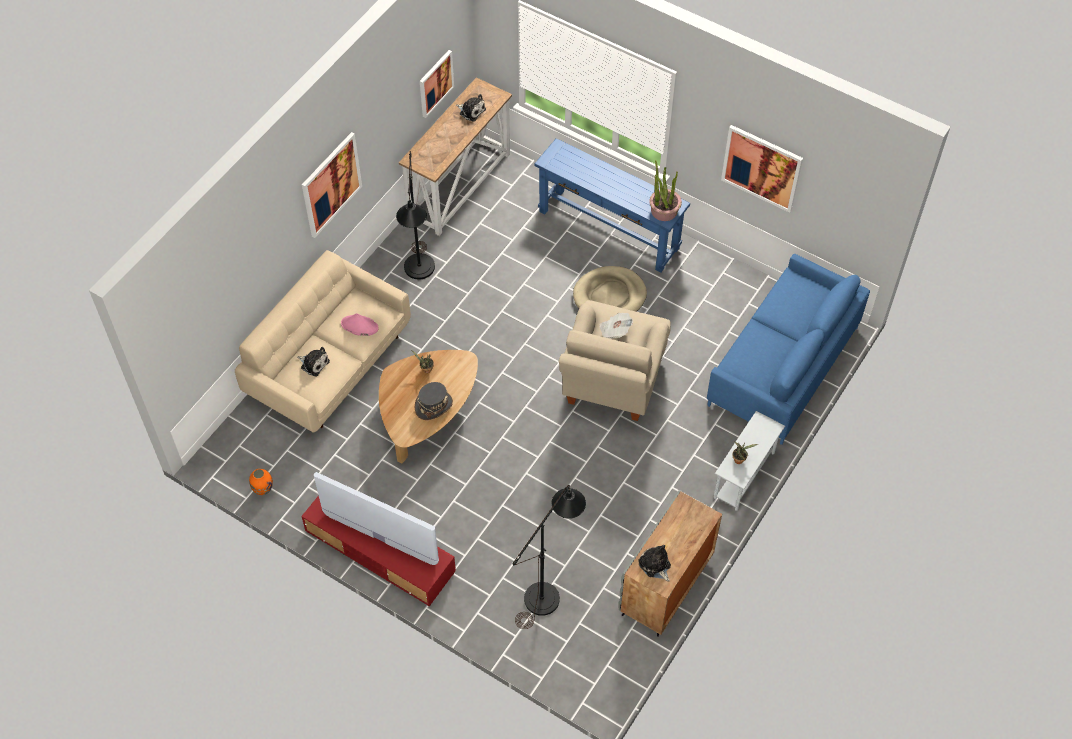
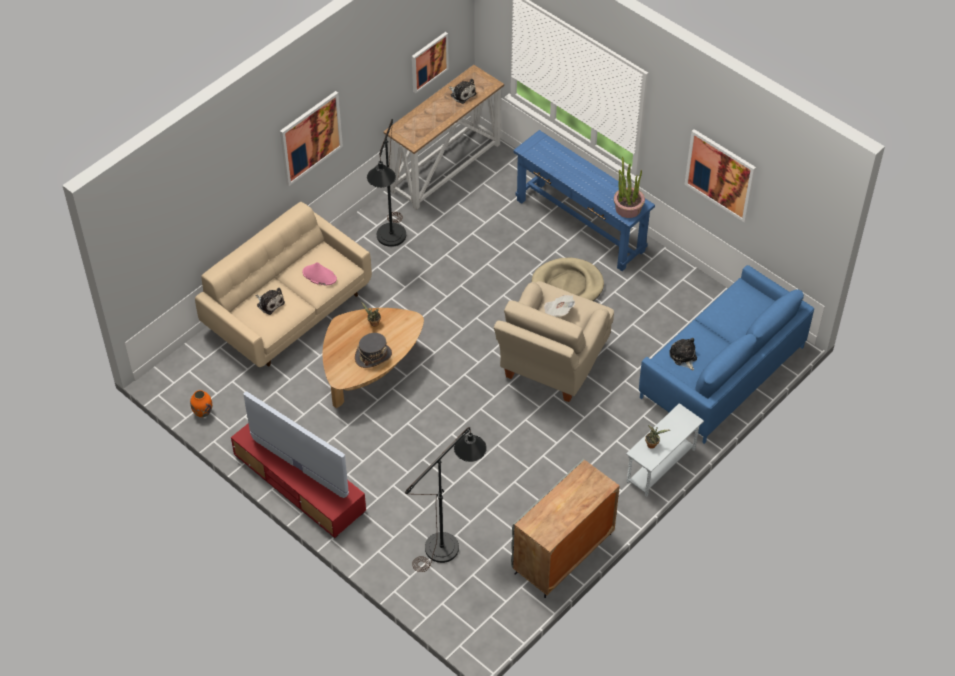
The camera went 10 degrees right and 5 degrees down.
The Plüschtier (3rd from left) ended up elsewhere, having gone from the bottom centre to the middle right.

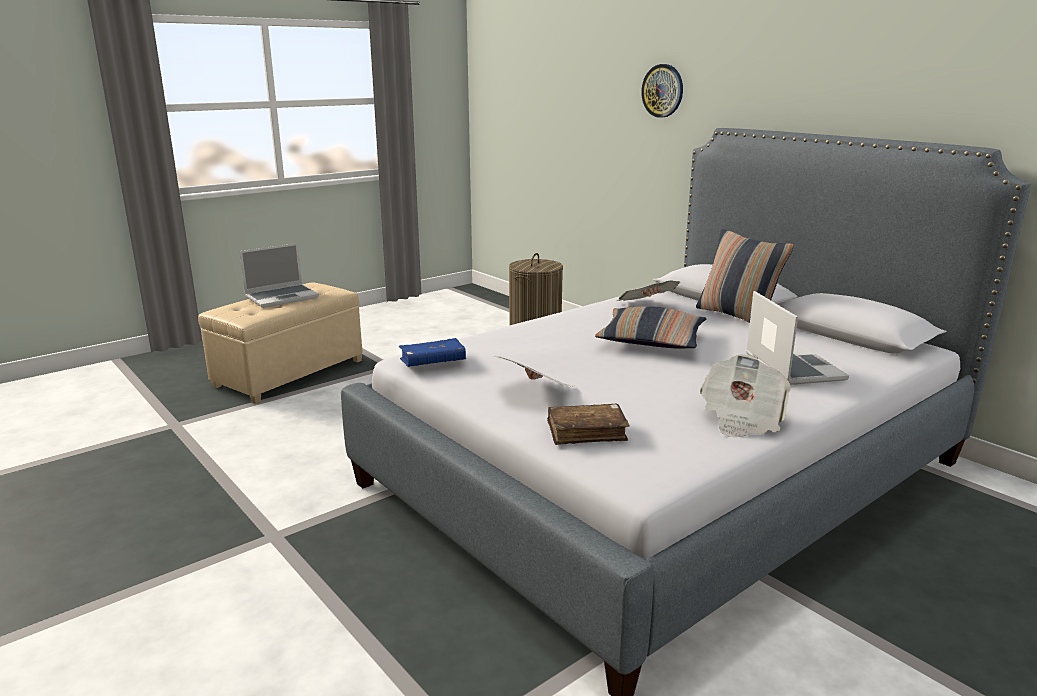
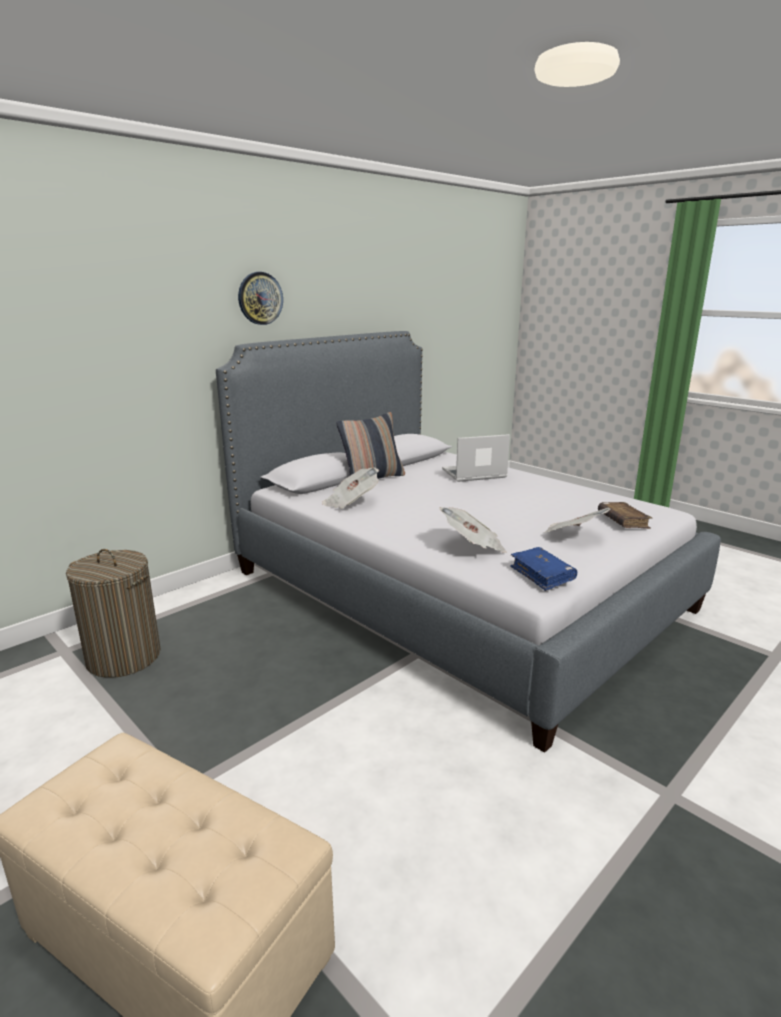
The camera went 95 degrees left and 0 degrees up.
The Wanduhr ended up elsewhere, having gone from the top centre to the top left.
The second view lost the Laptop (1st from left) at the middle left.
The second view lost the Kissen (1st from left) at the centre.
The Zeitung (3rd from left in the first image) ended up elsewhere, having gone from the middle right to the centre.

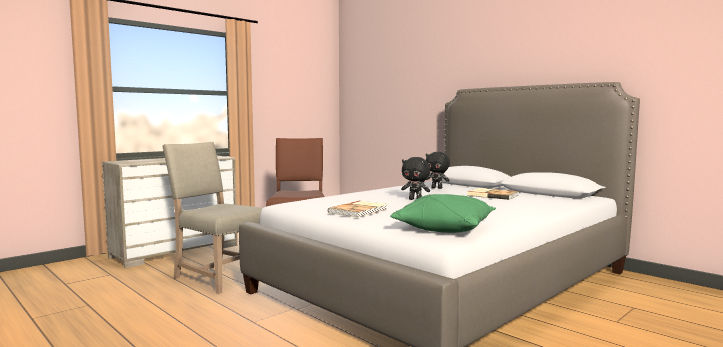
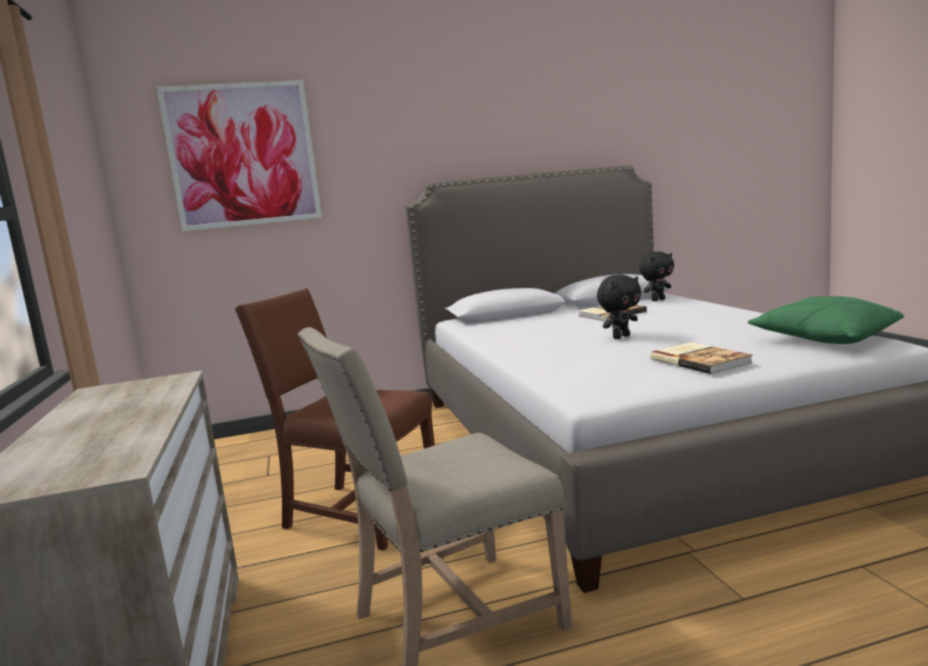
The camera went 60 degrees left and 5 degrees up.
The Plüschtier [schwarz] (2nd from left) ended up elsewhere, having gone from the centre to the middle right.
The second view gained the Bild at the top left.

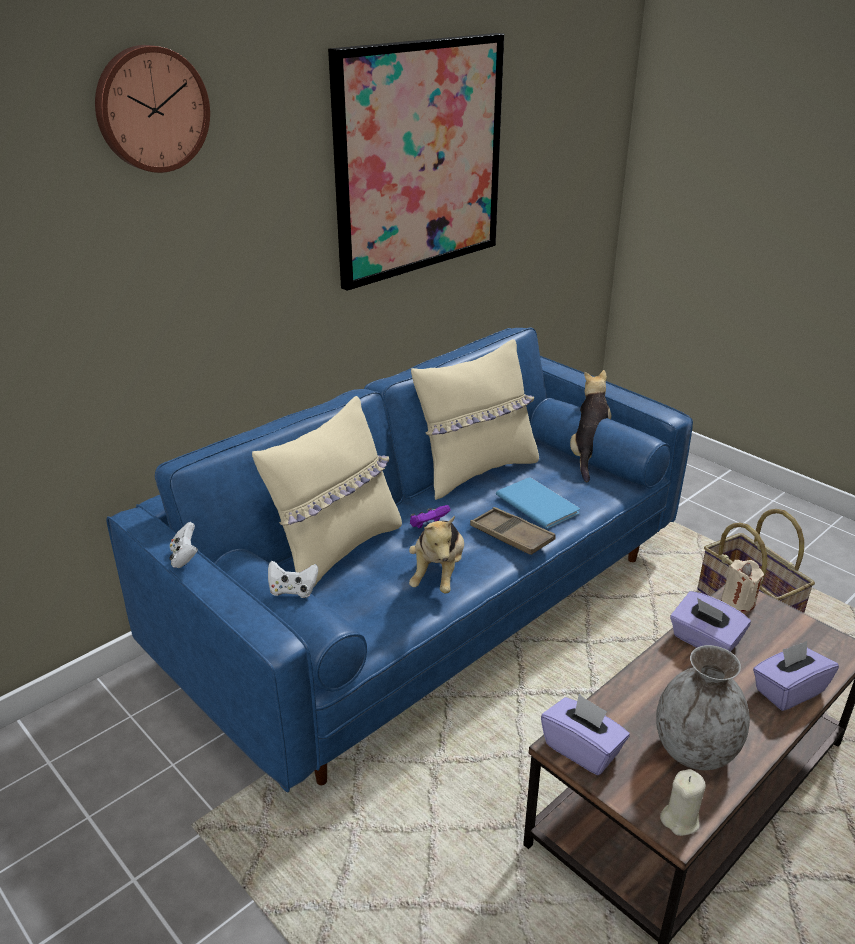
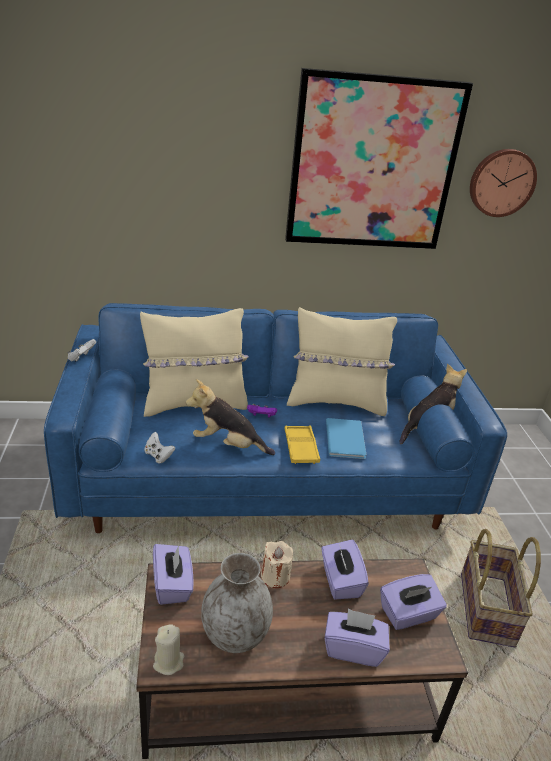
The camera went 35 degrees right and 0 degrees up.
The Wanduhr ended up elsewhere, having gone from the top left to the top right.
What was the Tablett [braun] at the centre turned into the Tablett [gelb] at the centre.
The Plüschtier (1st from left) at the centre ended up facing another way, 60 degrees clockwise from before.
The Kerze [beige] (2nd from left) ended up elsewhere, having gone from the middle right to the bottom centre.
The Gamepad [weiß] (2nd from left) ended up elsewhere, having gone from the centre to the middle left.
The second view gained the Taschentuchbox [lila] (4th from left) at the bottom right.

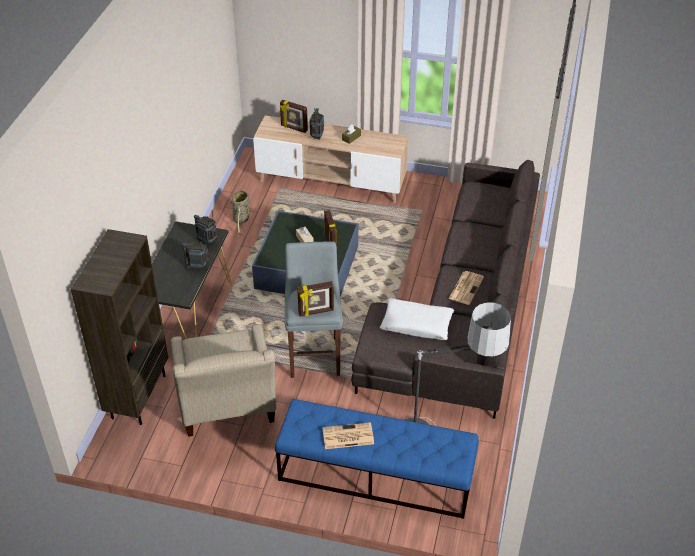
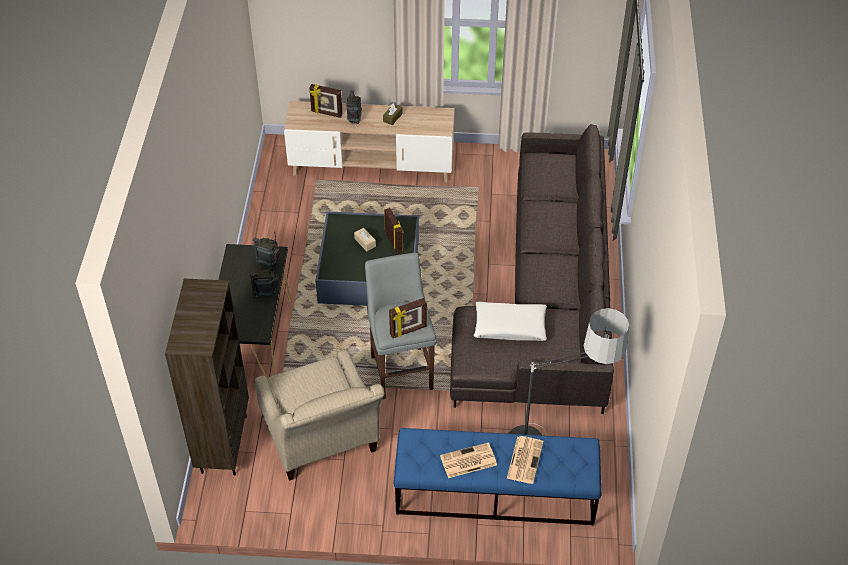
The camera went 10 degrees left and 5 degrees up.
The second view lost the Korb at the centre.
The Zeitung (2nd from left) ended up elsewhere, having gone from the middle right to the bottom centre.

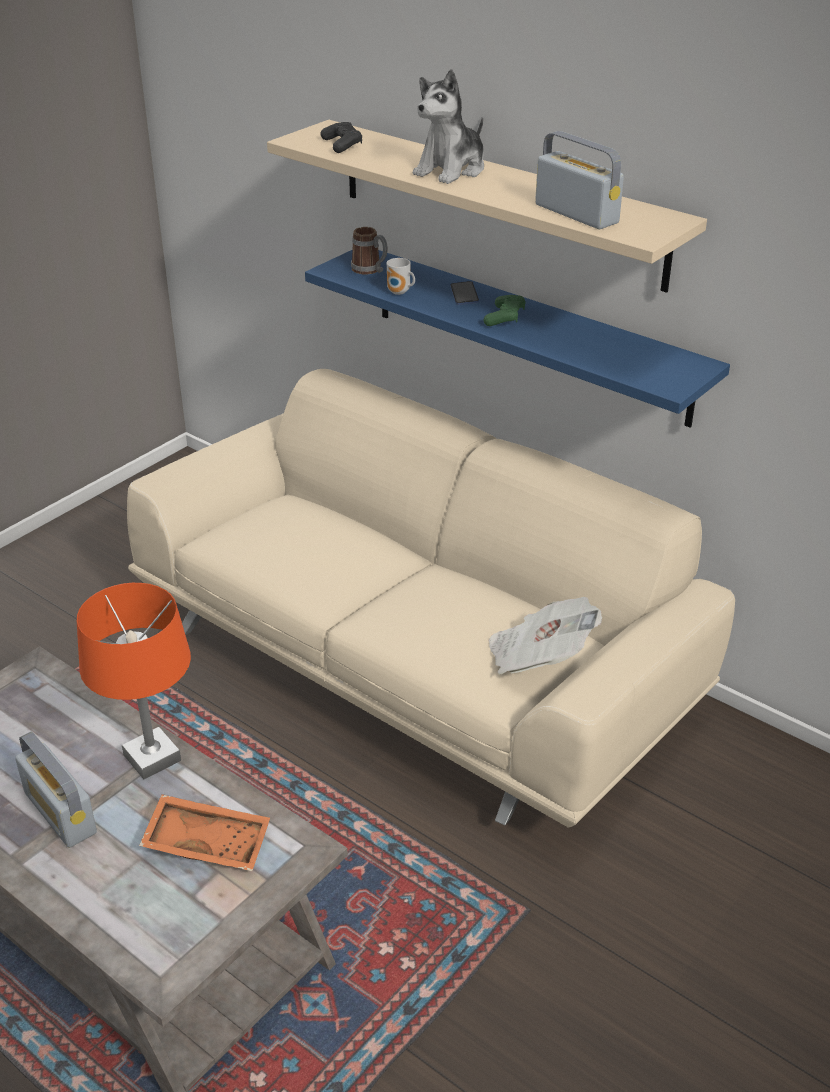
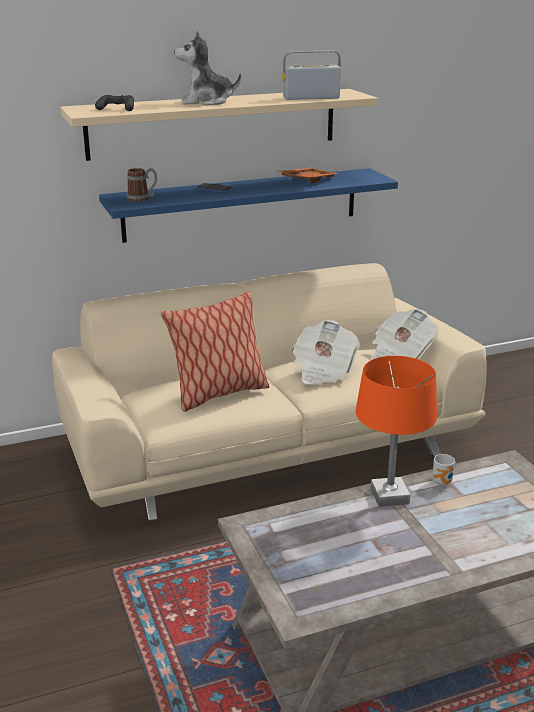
The camera went 60 degrees left and 10 degrees down.
The Plüschtier at the top centre ended up facing another way, 105 degrees clockwise from before.
The Henkelbecher (2nd from left) ended up elsewhere, having gone from the top centre to the middle right.
The second view lost the Gamepad [grün] at the top centre.
The second view lost the Radio (1st from left) at the bottom left.
The Tablett [orange] ended up elsewhere, having gone from the bottom left to the top centre.
The second view gained the Kissen at the centre.
The second view gained the Zeitung (1st from left) at the centre.

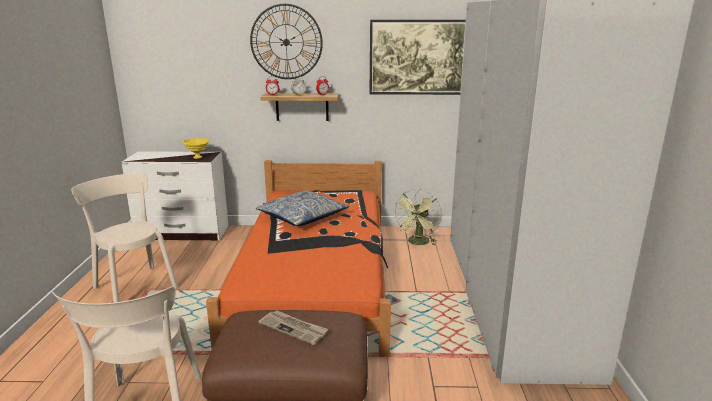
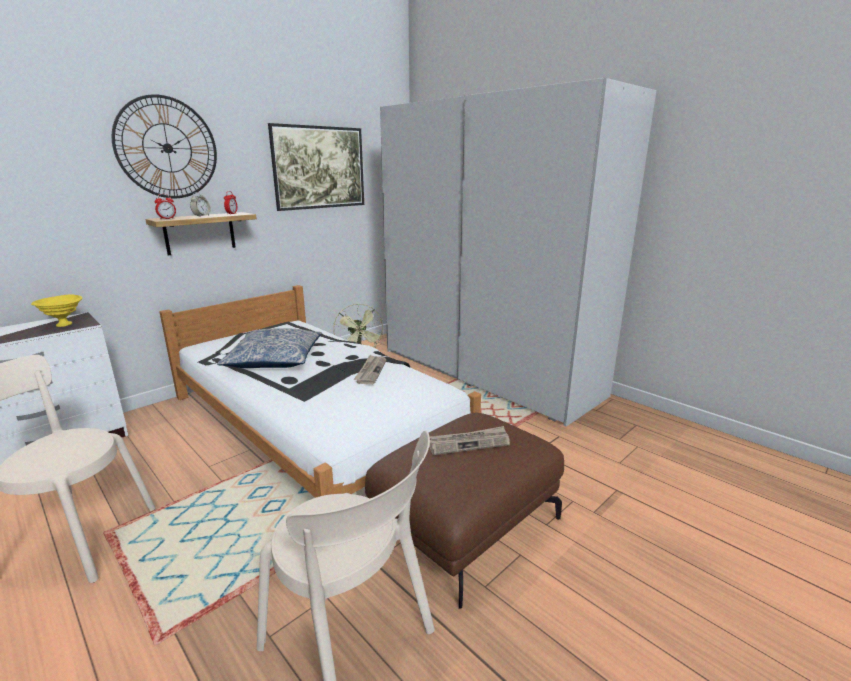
The camera went 45 degrees left and 0 degrees up.
What was the Bett [orange] at the centre turned into the Bett [weiß] at the centre.
The second view gained the Zeitung (1st from left) at the centre.

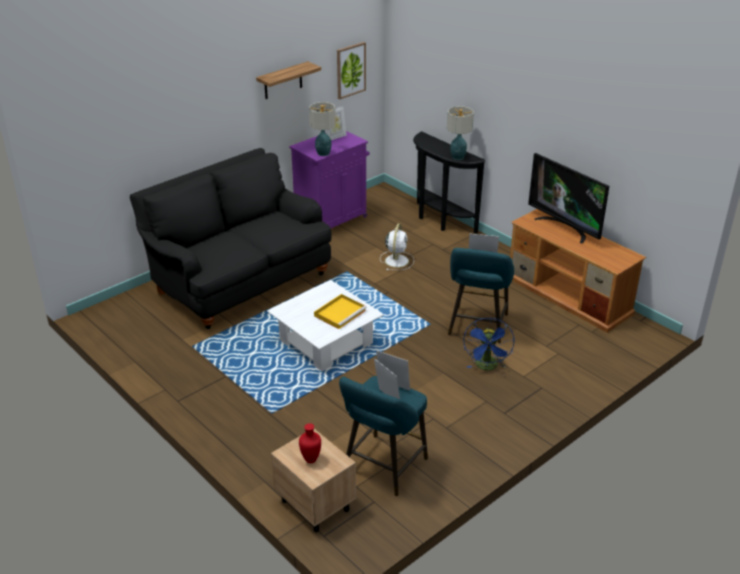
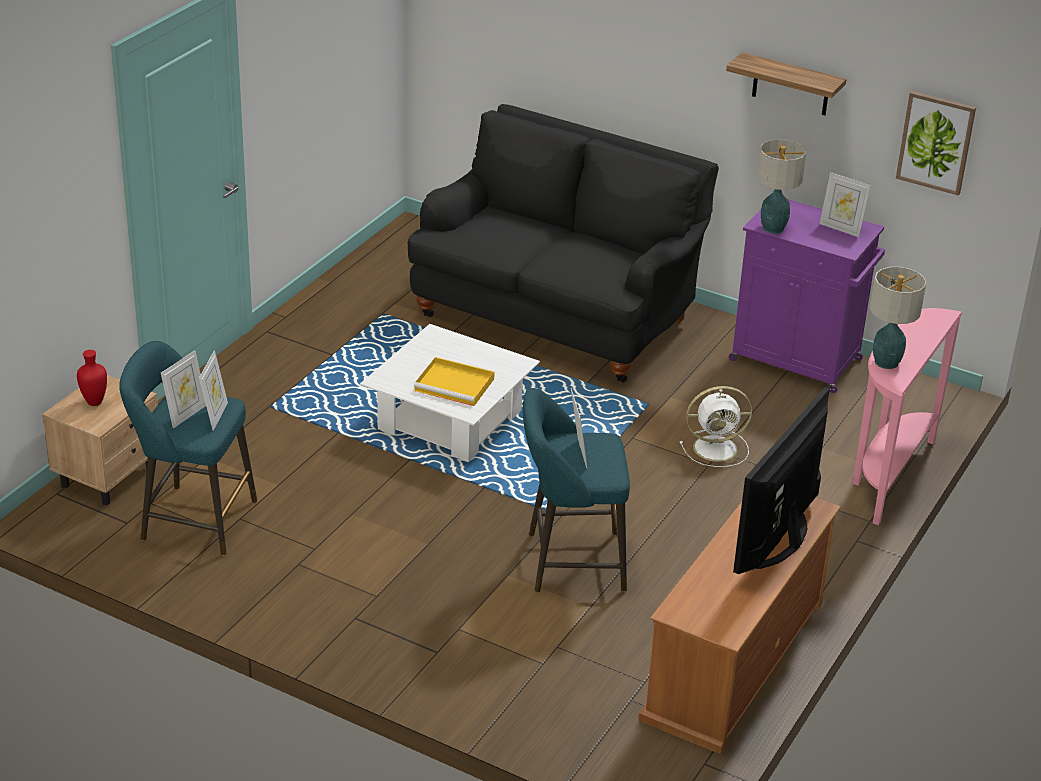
The camera went 70 degrees right and 0 degrees up.
What was the Konsolentisch [schwarz] at the top centre turned into the Konsolentisch [rosa] at the middle right.
The second view lost the Ventilator [blau] at the centre.

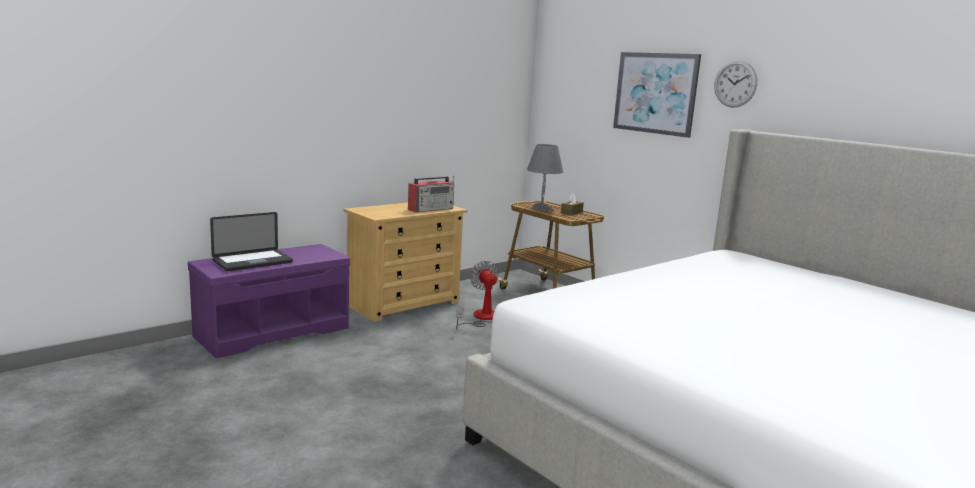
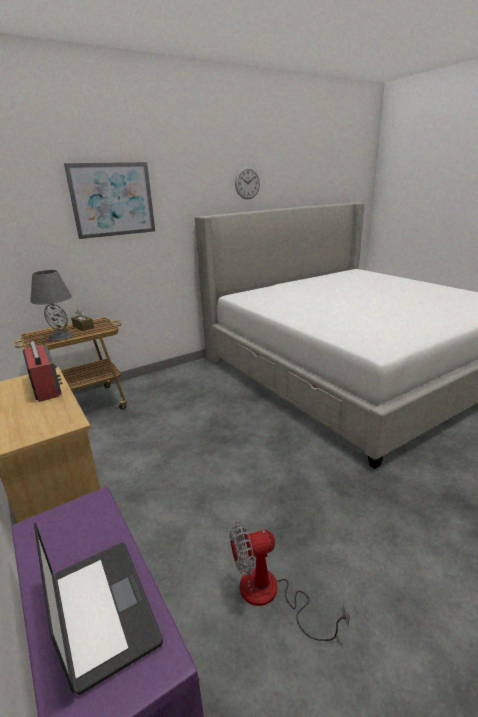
The camera went 80 degrees left and 10 degrees up.
The Wanduhr ended up elsewhere, having gone from the top right to the top centre.
The Ventilator ended up elsewhere, having gone from the centre to the bottom centre.

